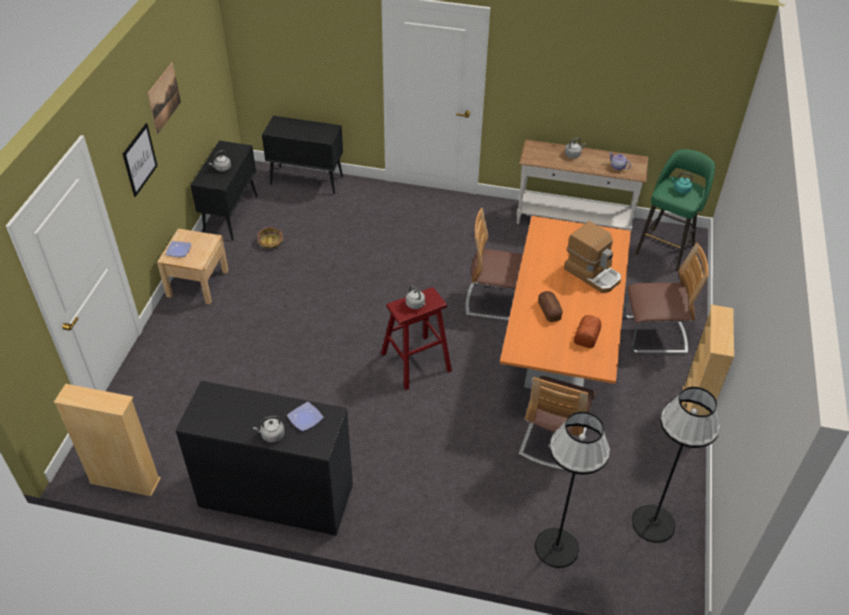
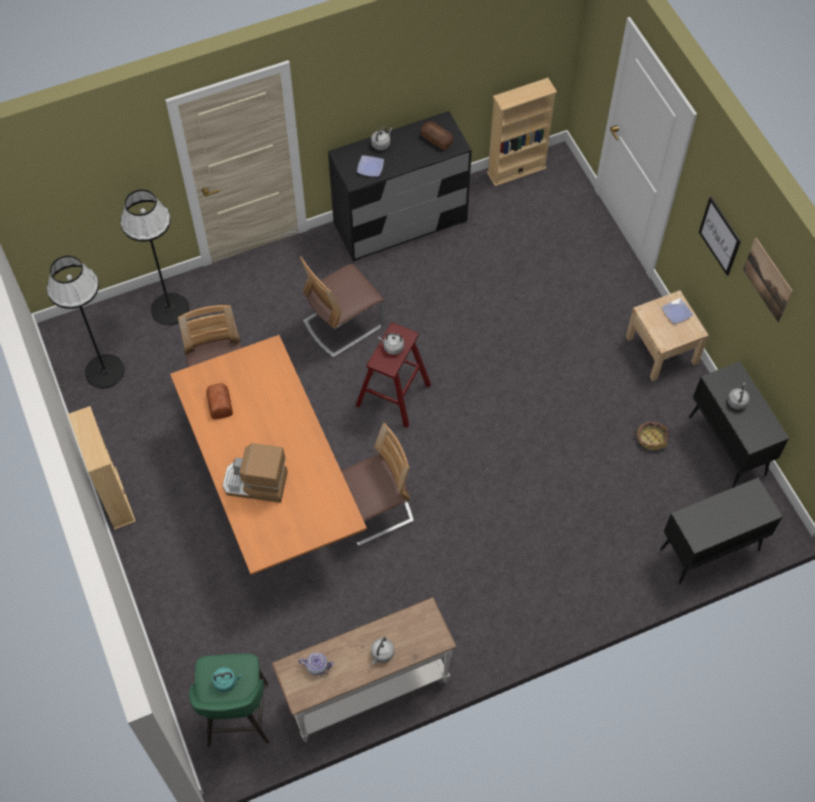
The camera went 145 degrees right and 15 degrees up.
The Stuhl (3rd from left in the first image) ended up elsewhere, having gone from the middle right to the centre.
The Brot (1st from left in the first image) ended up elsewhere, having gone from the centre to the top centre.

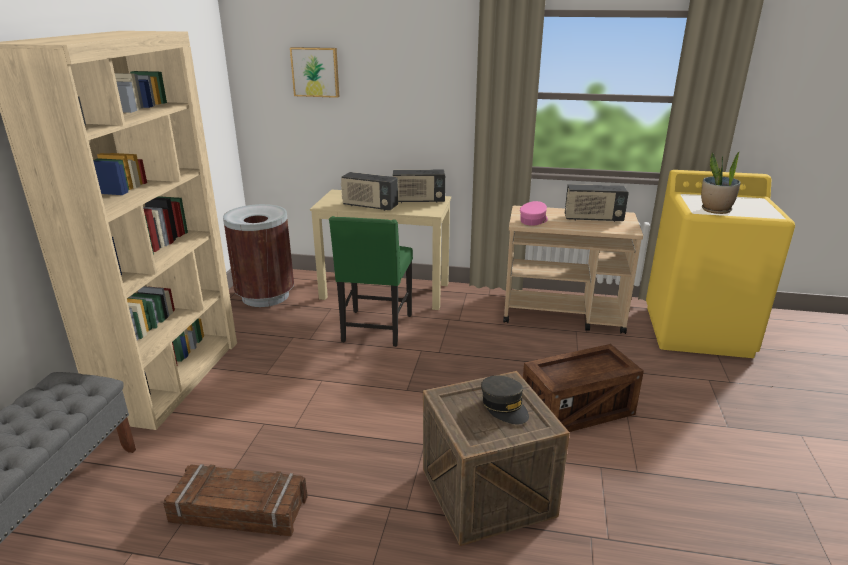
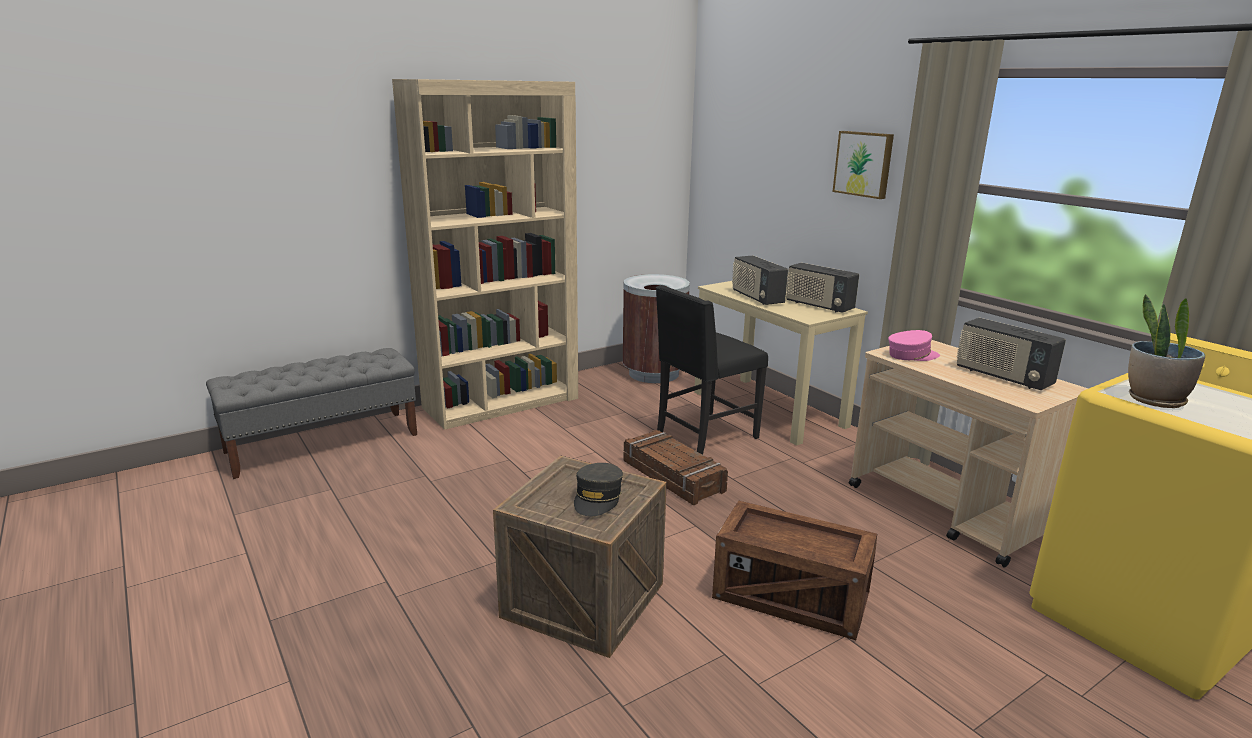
The camera went 45 degrees right and 5 degrees down.
The Bild ended up elsewhere, having gone from the top centre to the top right.
What was the Stuhl [grün] at the centre turned into the Stuhl [schwarz] at the centre.
The Kiste (1st from left in the first image) ended up elsewhere, having gone from the bottom left to the centre.

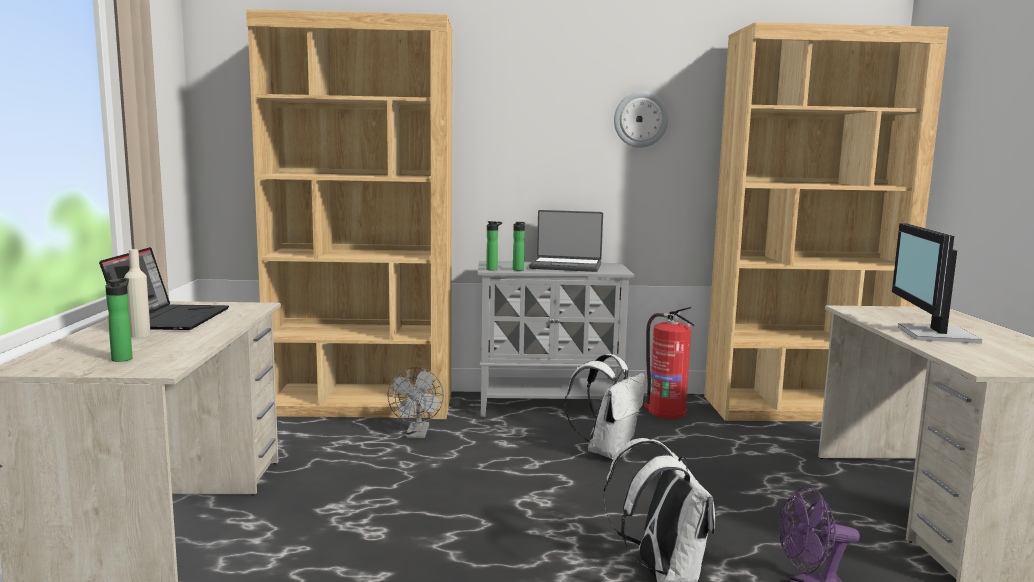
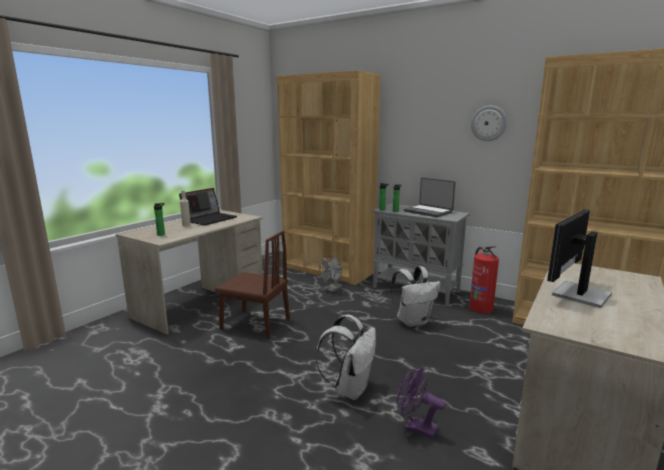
The camera went 35 degrees right and 5 degrees up.
The second view gained the Stuhl [braun] at the centre.

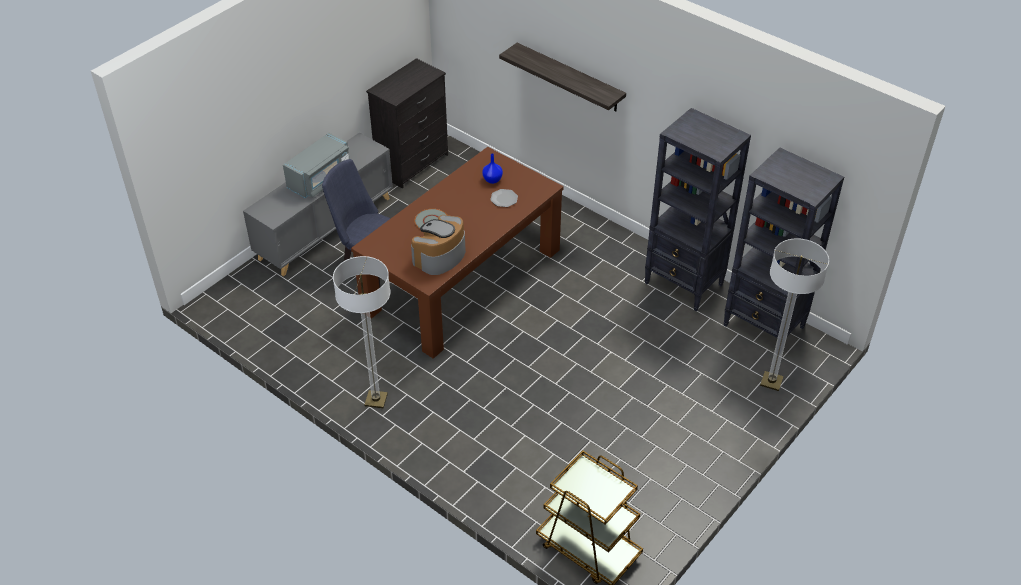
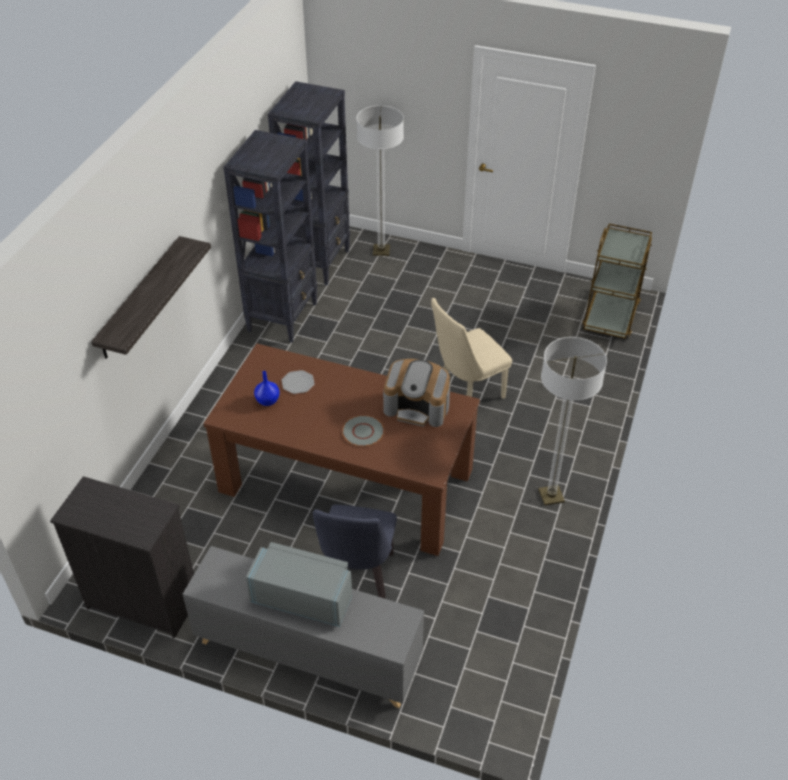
The camera went 110 degrees left and 0 degrees up.
The second view gained the Stuhl [beige] at the centre.

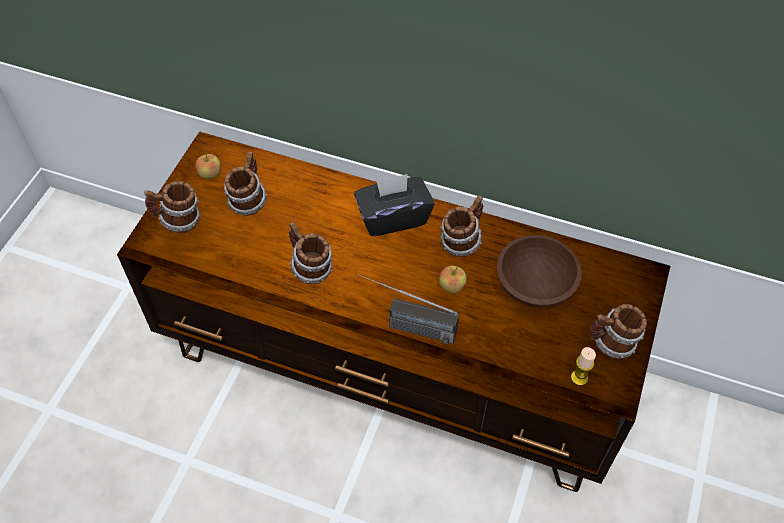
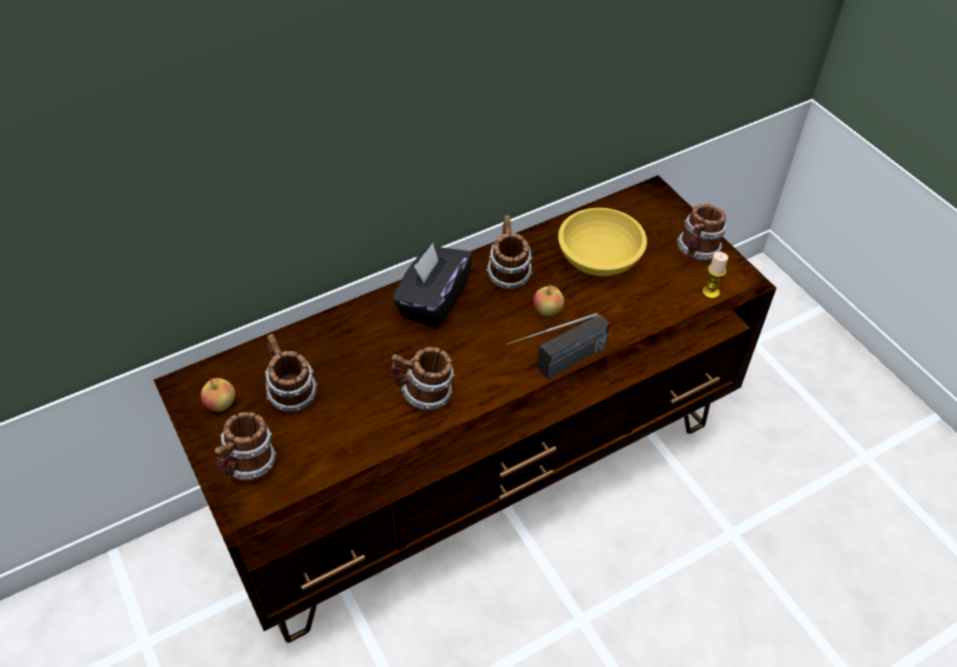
The camera went 50 degrees left and 5 degrees down.
What was the Schüssel [braun] at the middle right turned into the Schüssel [gelb] at the centre.

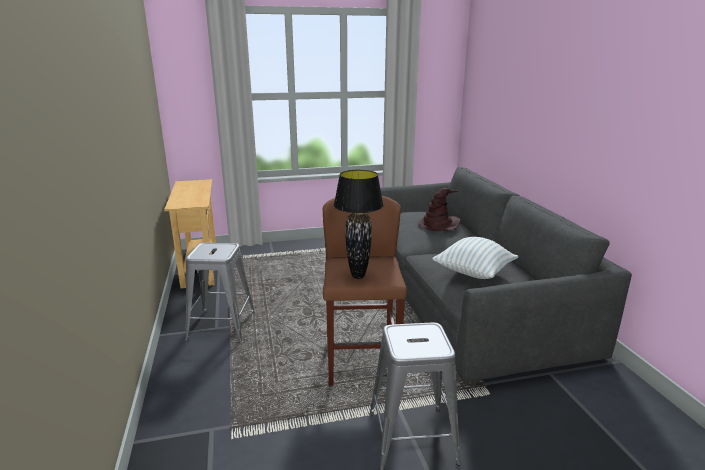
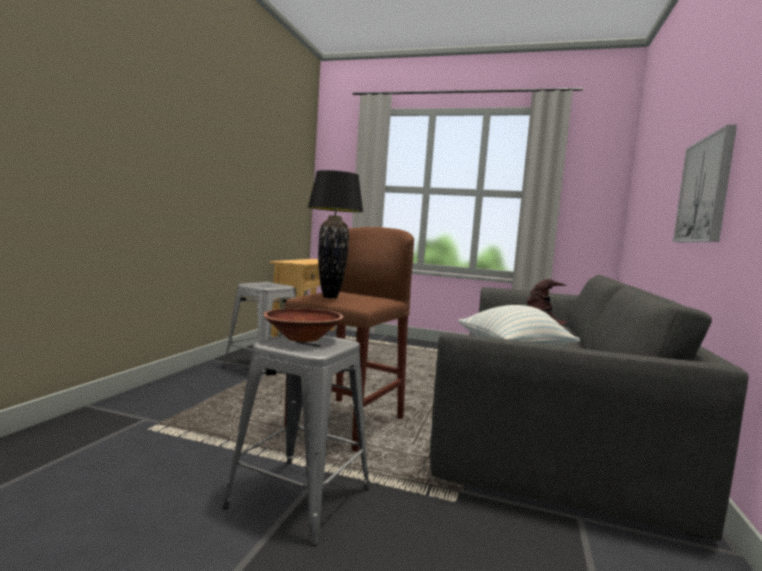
The camera went 30 degrees right and 15 degrees down.
The second view gained the Bild at the top right.
The second view gained the Schüssel [braun] at the centre.

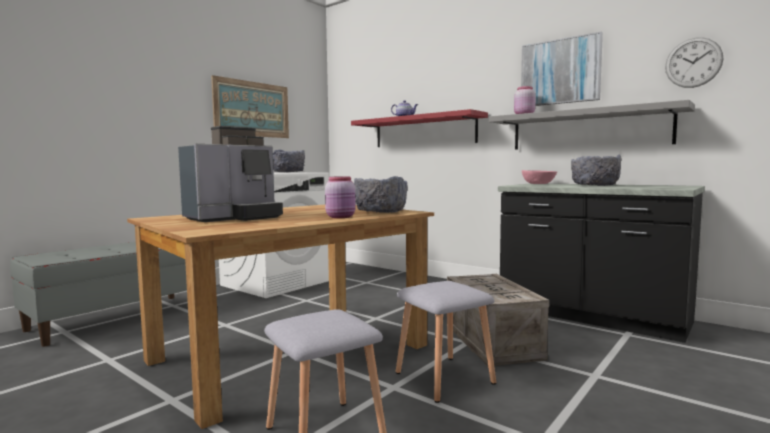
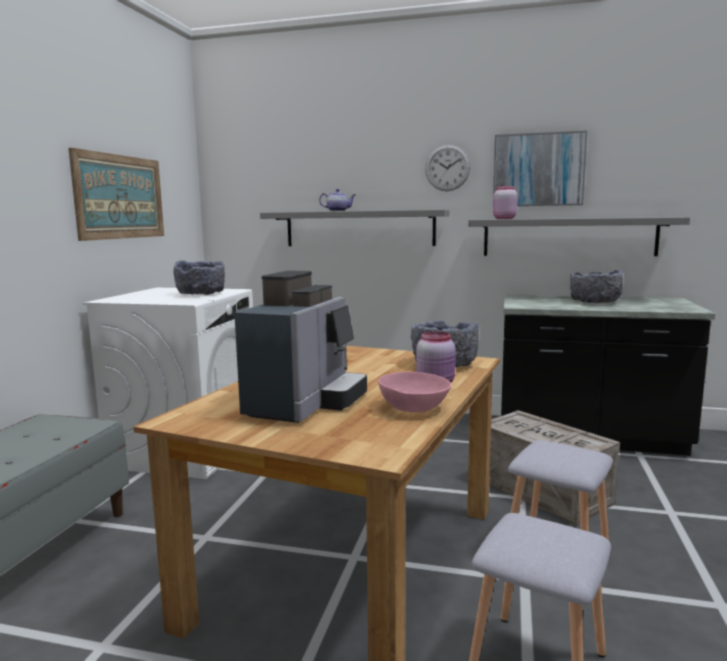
The camera went 25 degrees left and 5 degrees up.
The Wanduhr ended up elsewhere, having gone from the top right to the top centre.
What was the Wandregal [rot] at the top centre turned into the Wandregal [grau] (1st from left) at the centre.
The Schüssel [rosa] ended up elsewhere, having gone from the middle right to the centre.

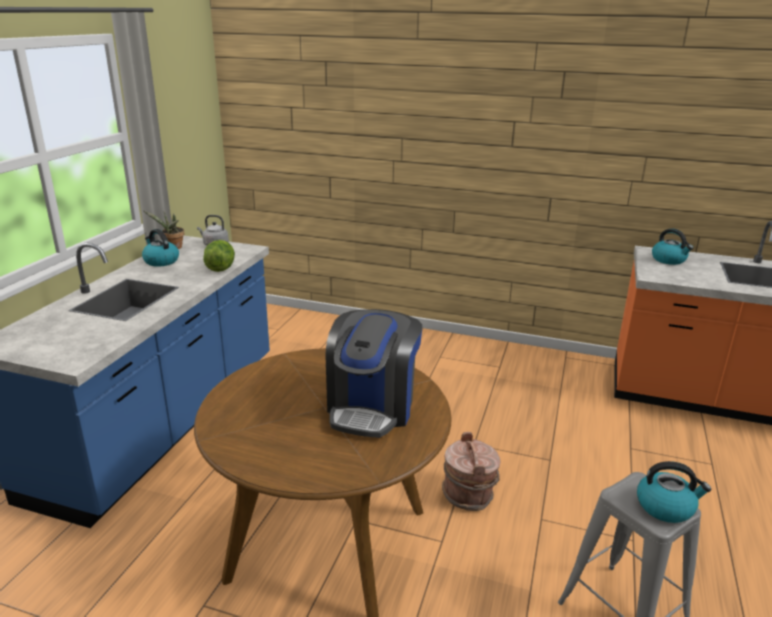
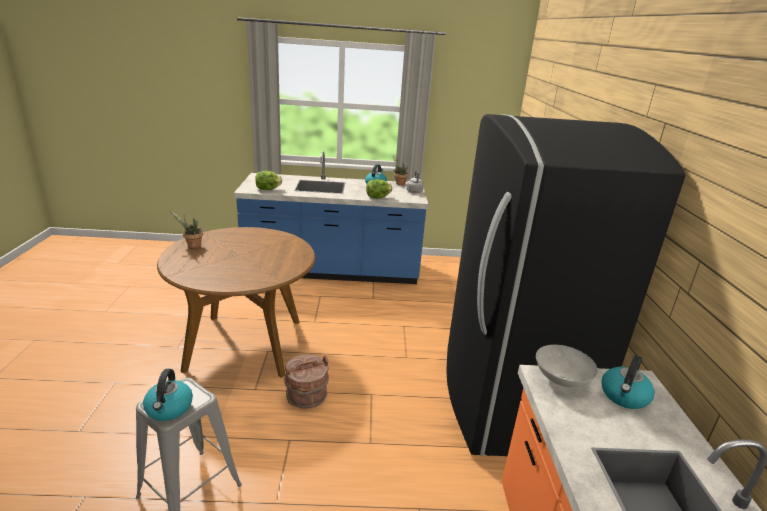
The camera went 70 degrees right and 0 degrees up.
The second view lost the Kaffeemaschine at the centre.
The second view gained the Kühlschrank [schwarz] at the middle right.
The second view gained the Salatkopf (1st from left) at the centre.
The second view gained the Topfpflanze (1st from left) at the middle left.
The second view gained the Schüssel [grau] at the bottom right.

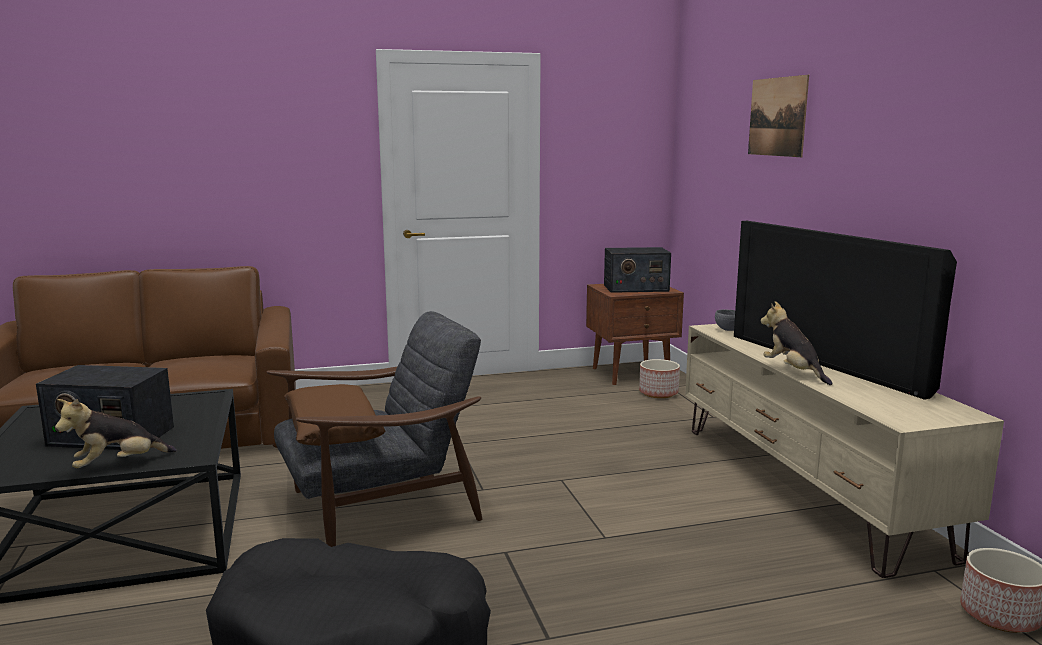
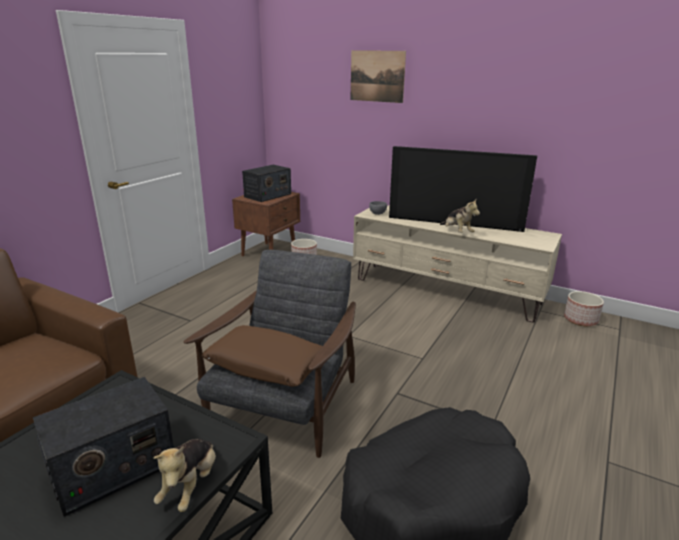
The camera went 45 degrees left and 10 degrees up.
The Plüschtier (2nd from left) at the middle right ended up facing another way, 135 degrees counterclockwise from before.

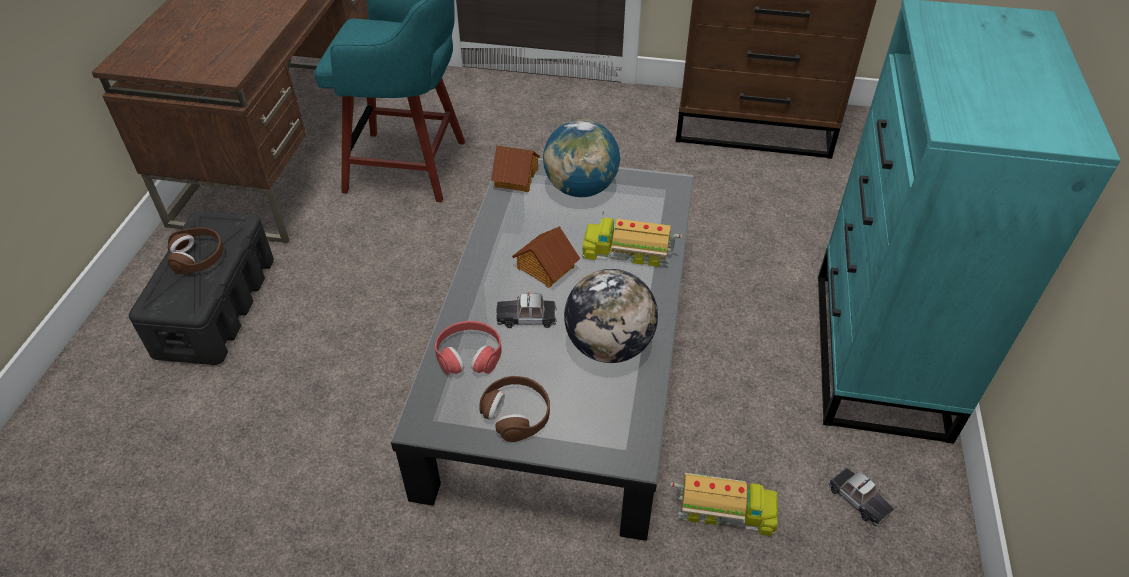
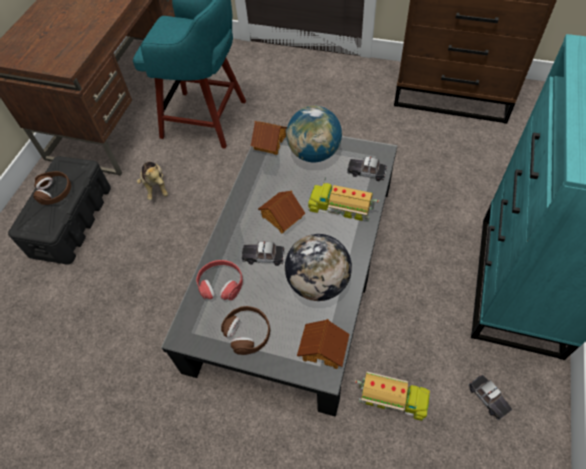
The camera went 10 degrees right and 10 degrees up.
The second view gained the Spielzeugauto (2nd from left) at the centre.
The second view gained the Plüschtier at the middle left.
The second view gained the Spielzeughaus (3rd from left) at the bottom centre.

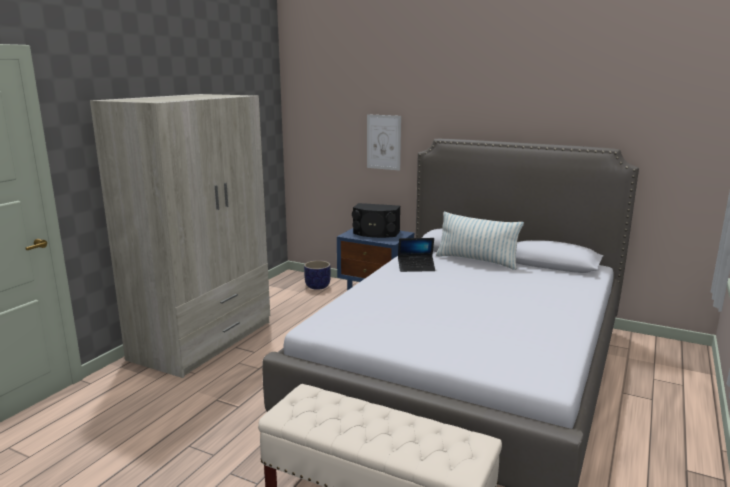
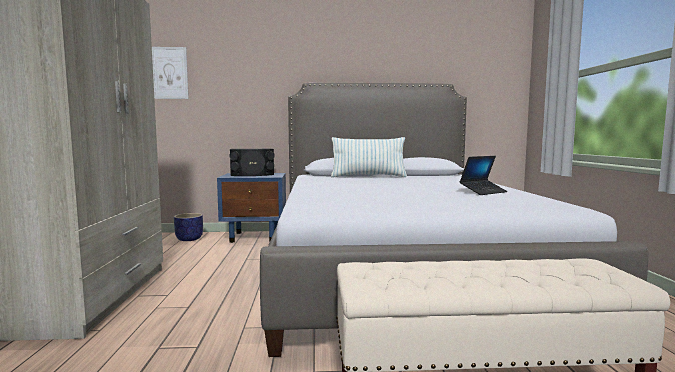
The camera went 30 degrees left and 10 degrees down.
The Bild ended up elsewhere, having gone from the top centre to the top left.
The Laptop ended up elsewhere, having gone from the centre to the middle right.

